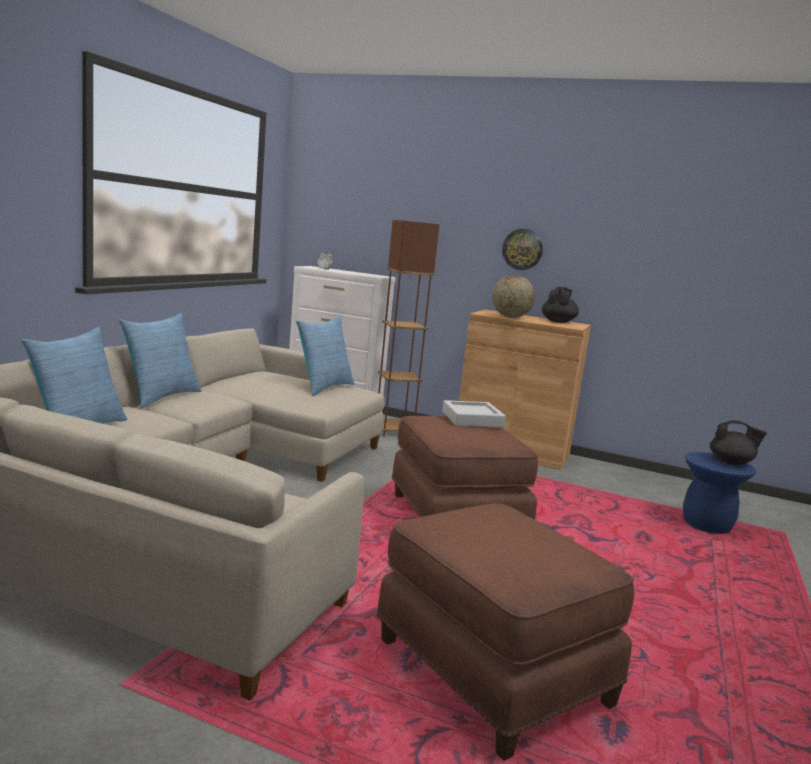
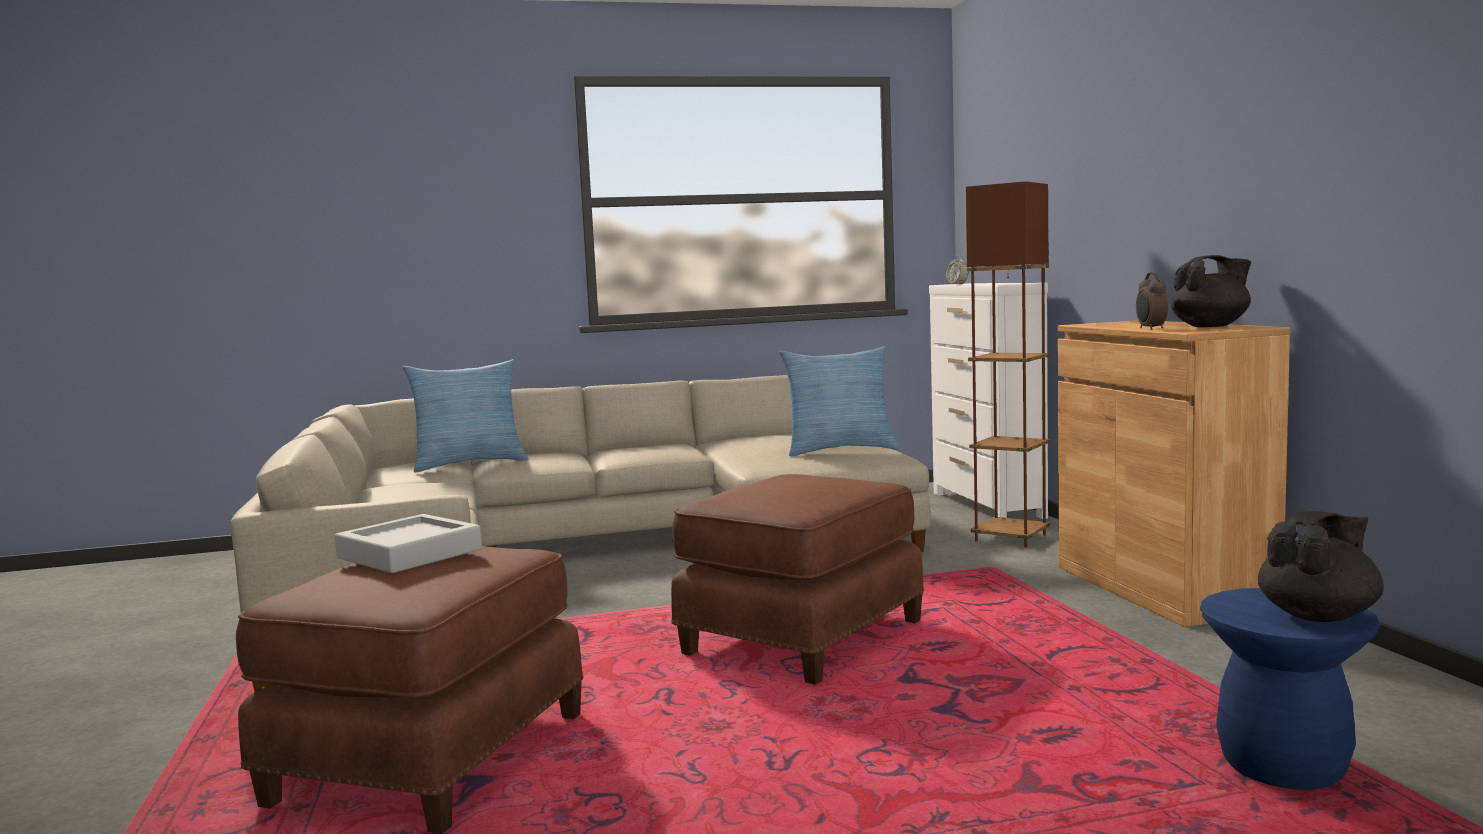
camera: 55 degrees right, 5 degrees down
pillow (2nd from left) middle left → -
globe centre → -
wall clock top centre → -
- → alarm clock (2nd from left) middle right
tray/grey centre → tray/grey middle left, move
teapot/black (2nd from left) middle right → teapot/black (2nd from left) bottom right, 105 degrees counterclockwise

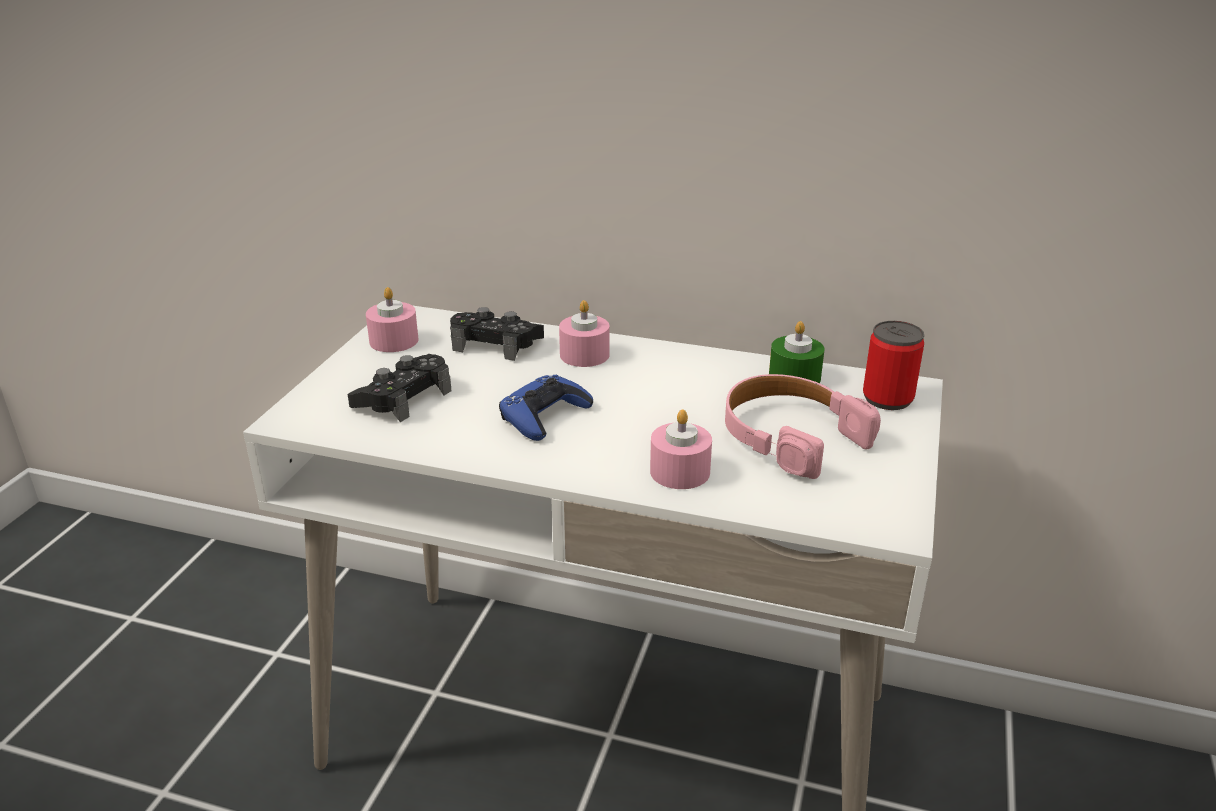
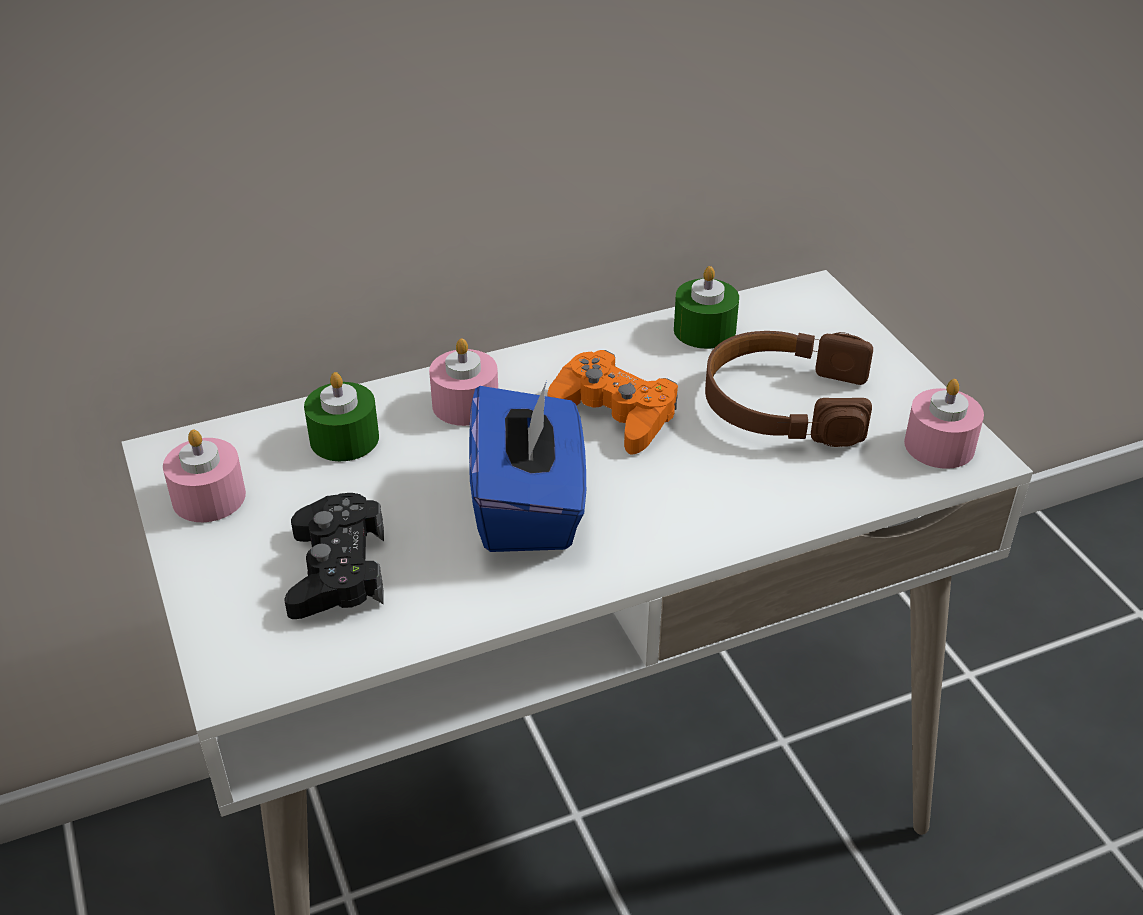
camera: 40 degrees left, 10 degrees up
can middle right → -
- → game controller/orange centre
candle/pink (3rd from left) centre → candle/pink (3rd from left) middle right, move
game controller/black (2nd from left) centre → candle/green (1st from left) middle left
game controller/blue centre → tissue box/blue centre
headphones/pink centre → headphones/brown middle right

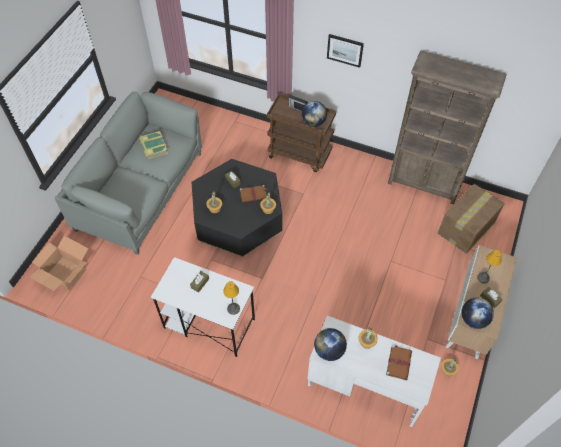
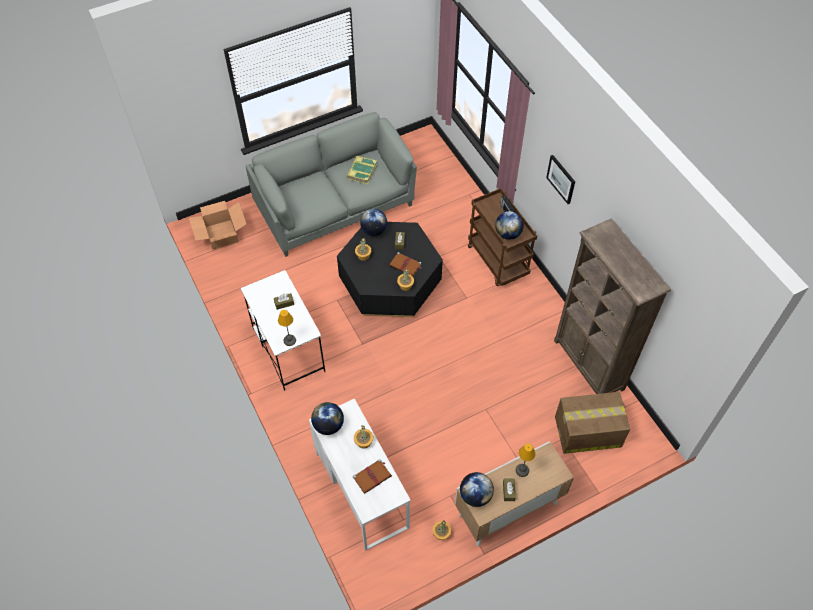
camera: 40 degrees right, 0 degrees up
- → globe (2nd from left) centre

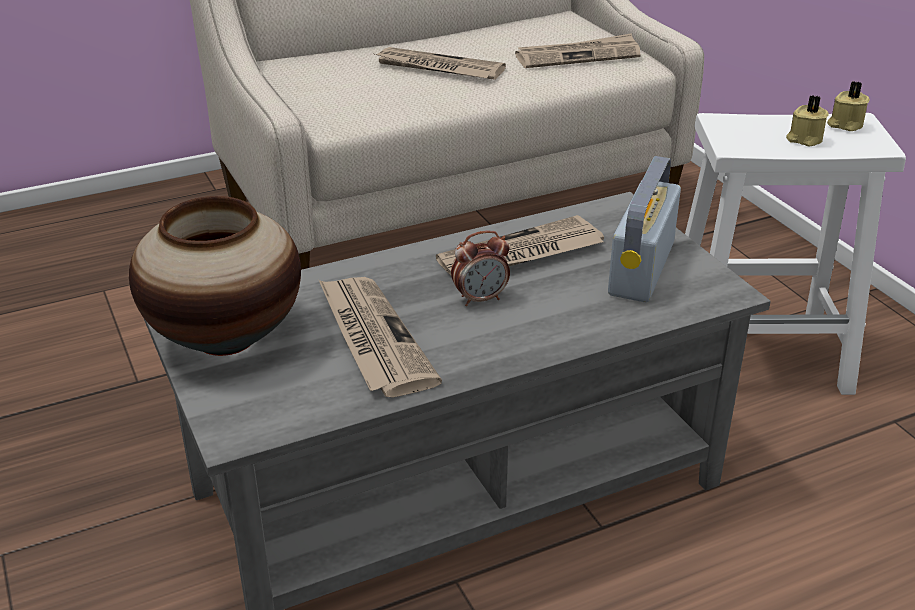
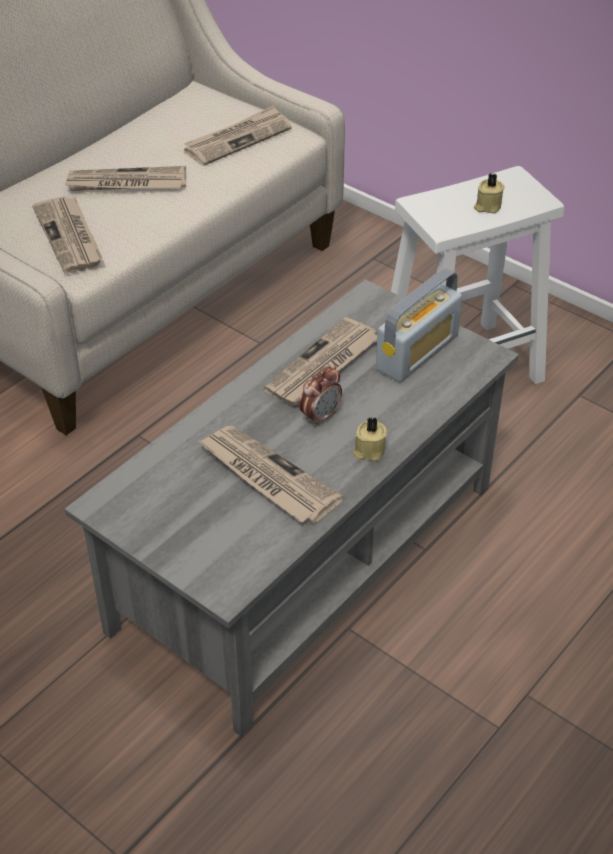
camera: 25 degrees left, 10 degrees up
vase middle left → -
- → newspaper (1st from left) top left
candle/beige (2nd from left in the first image) top right → candle/beige (1st from left) centre, move
radio middle right, 135 degrees counterclockwise

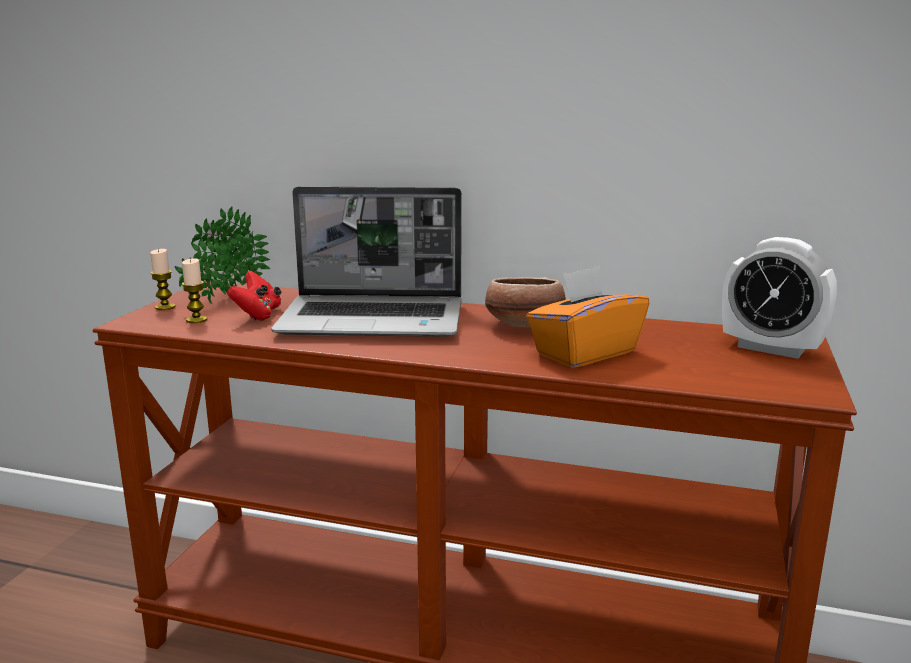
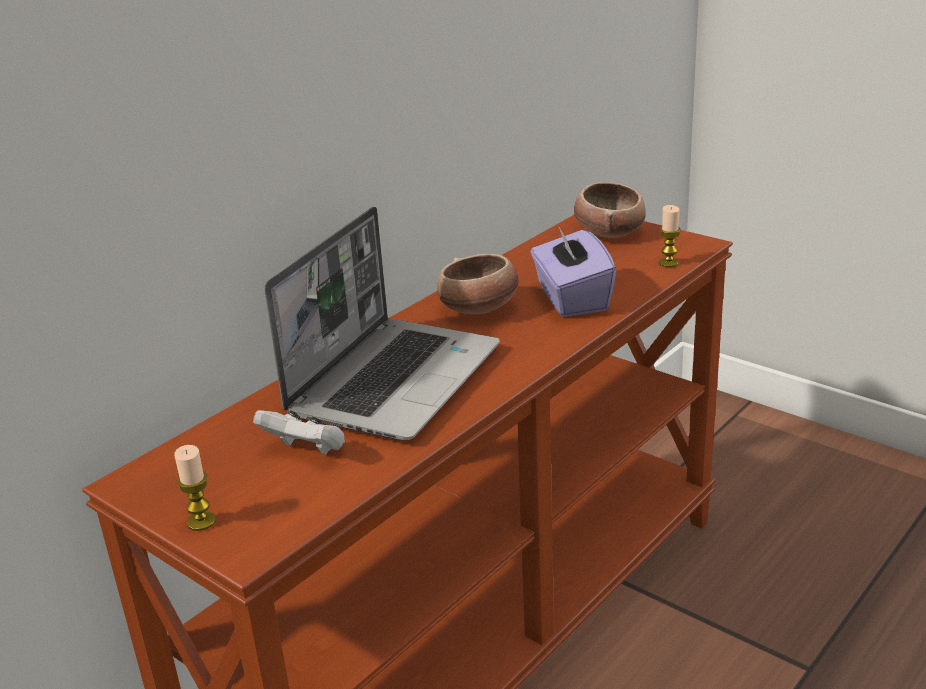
camera: 65 degrees left, 10 degrees up
potted plant middle left → -
candle (2nd from left) middle left → candle (2nd from left) middle right, move
alarm clock middle right → bowl (2nd from left) top centre
game controller/red middle left → game controller/white middle left
tissue box/orange centre → tissue box/purple centre

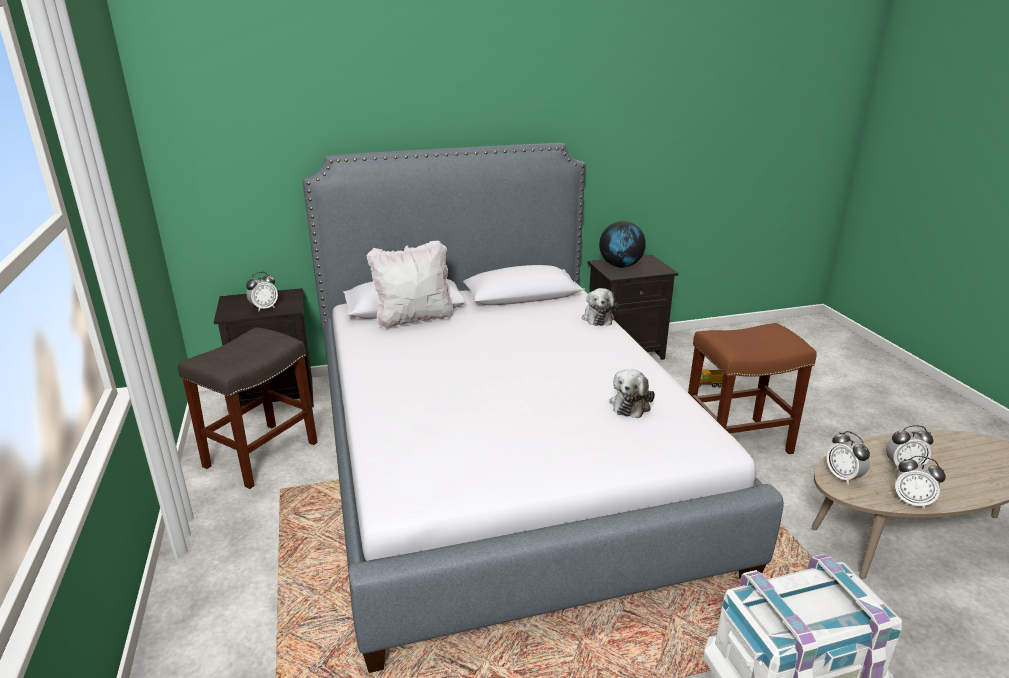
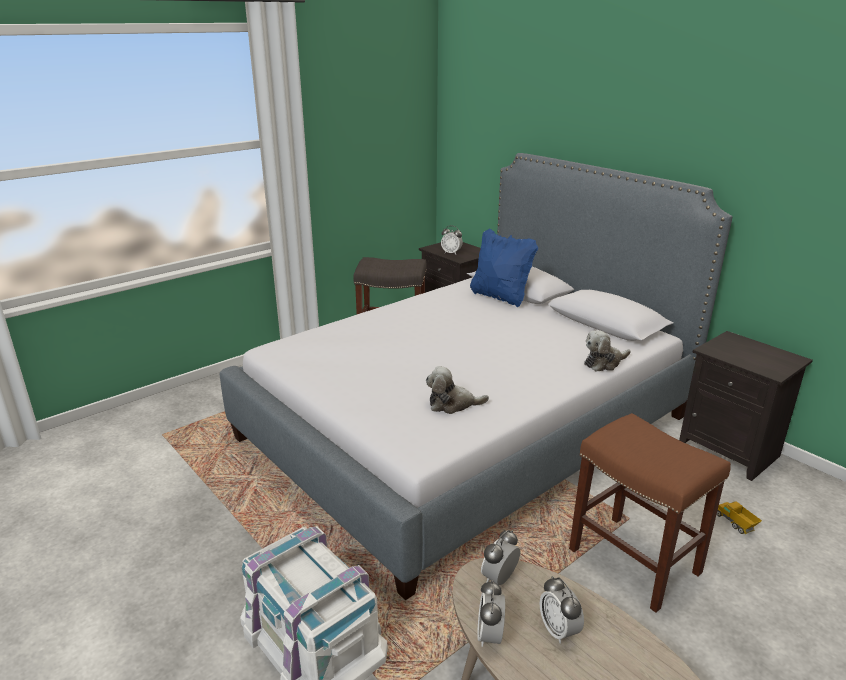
camera: 65 degrees right, 0 degrees up
globe centre → -
pillow/white centre → pillow/blue centre

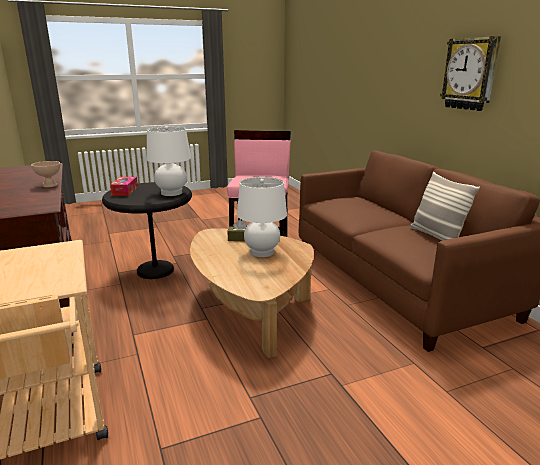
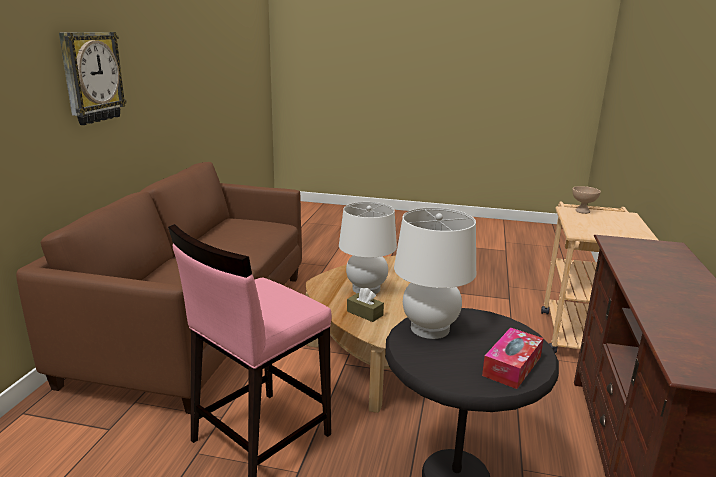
camera: 145 degrees left, 0 degrees up
pillow middle right → -
bowl/beige middle left → bowl/beige middle right, move

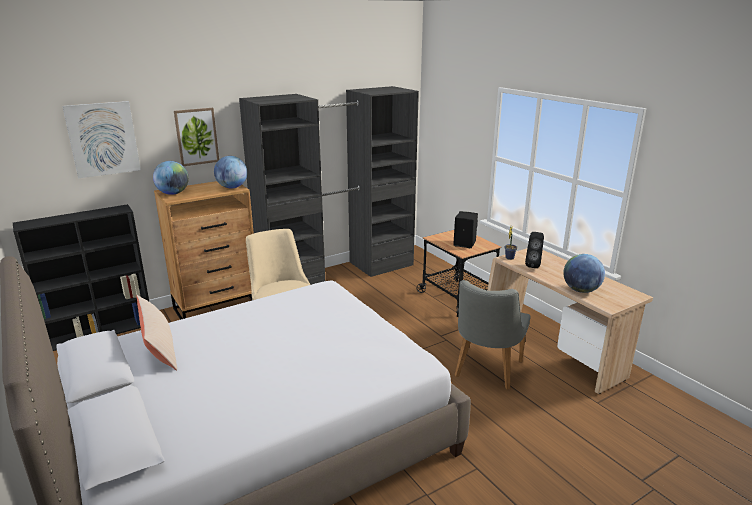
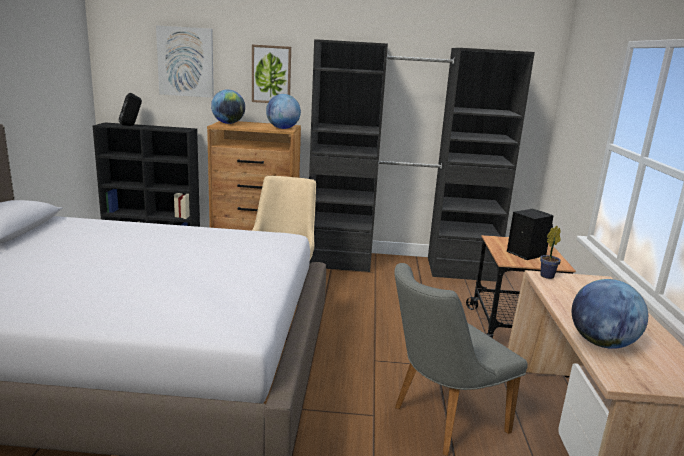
camera: 35 degrees right, 5 degrees down
pillow/beige middle left → -
speaker/black (2nd from left in the first image) middle right → speaker/black (1st from left) top left, move

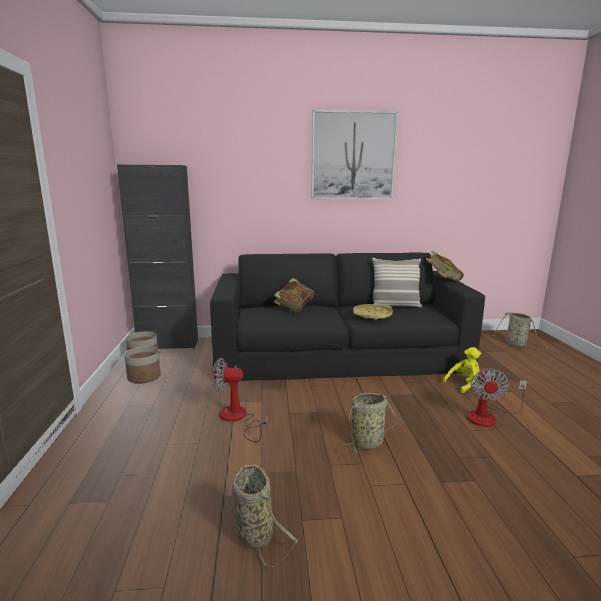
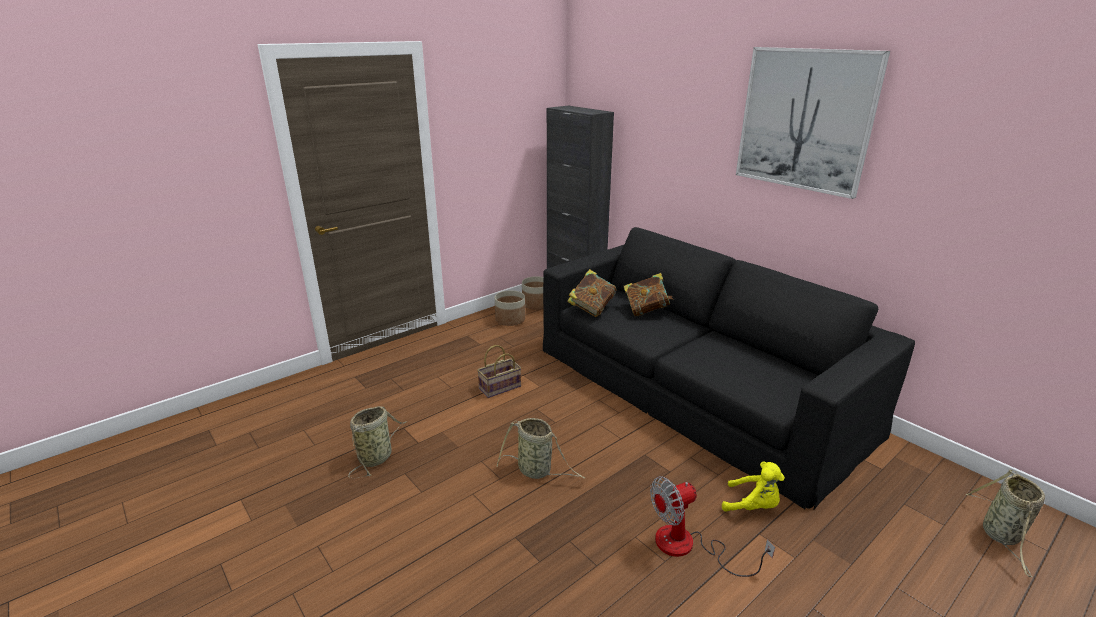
camera: 55 degrees right, 10 degrees up
tray/yellow centre → -
pillow centre → -
book (2nd from left in the first image) middle right → book (1st from left) centre, move
fan (1st from left) centre → basket (2nd from left) centre

